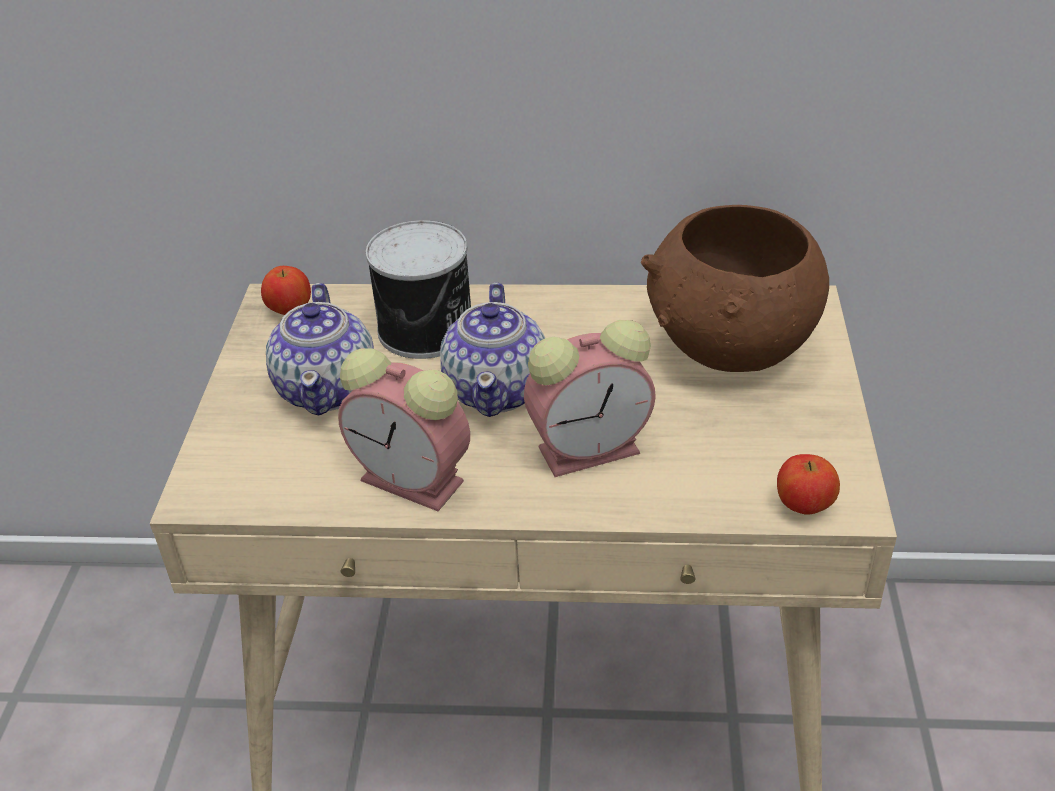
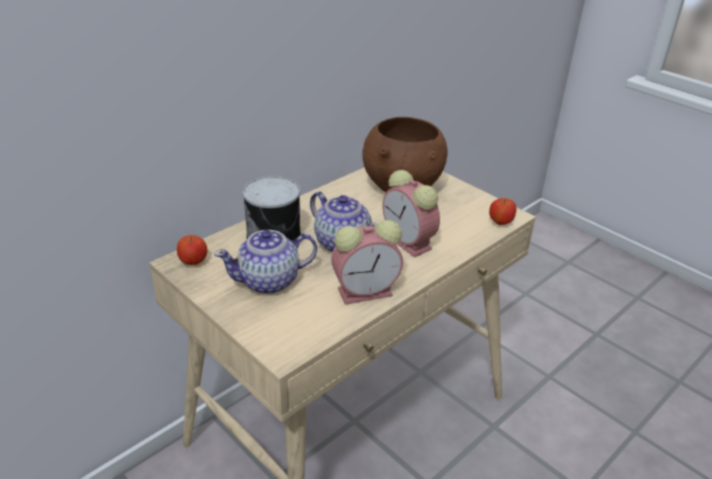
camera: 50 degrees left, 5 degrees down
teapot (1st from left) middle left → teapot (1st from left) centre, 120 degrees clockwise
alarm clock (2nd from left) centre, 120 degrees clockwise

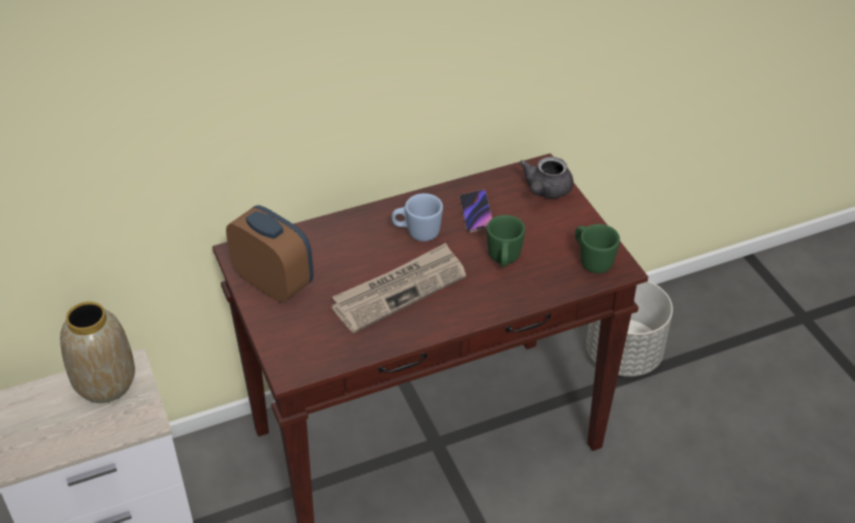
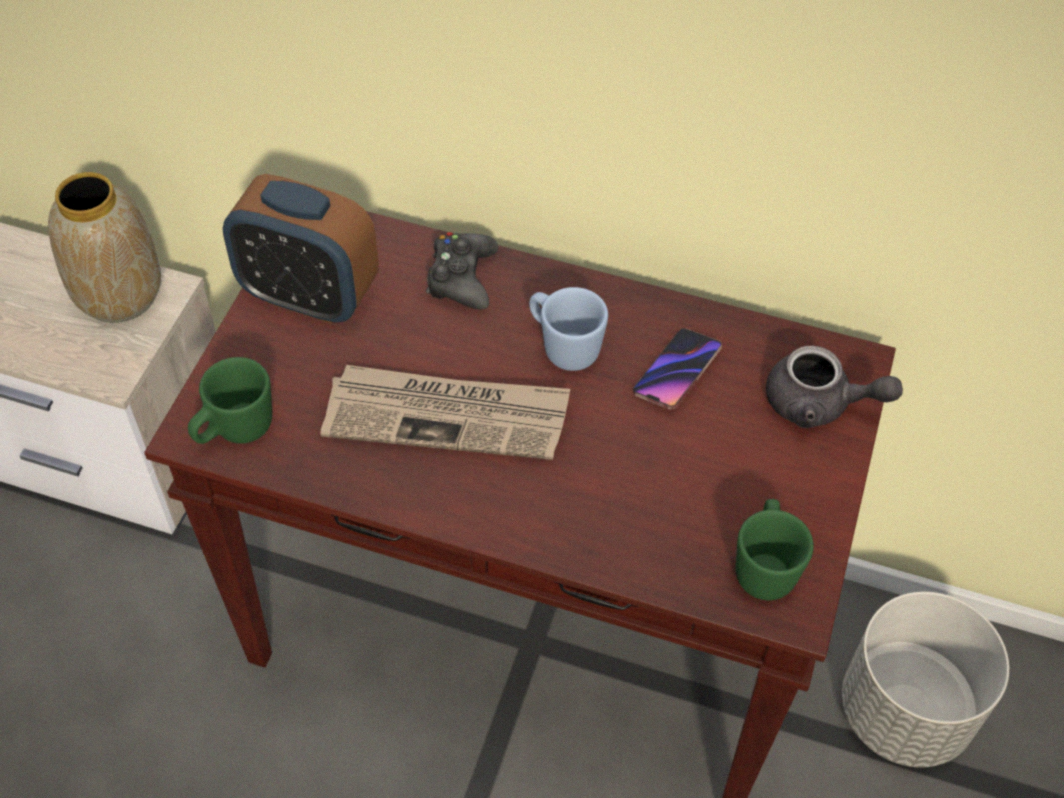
camera: 40 degrees right, 10 degrees up
- → game controller/black centre
mug/green (1st from left) centre → mug/green (1st from left) middle left, move
alarm clock middle left → alarm clock top left, 120 degrees clockwise
teapot/grey centre → teapot/grey middle right, 135 degrees counterclockwise

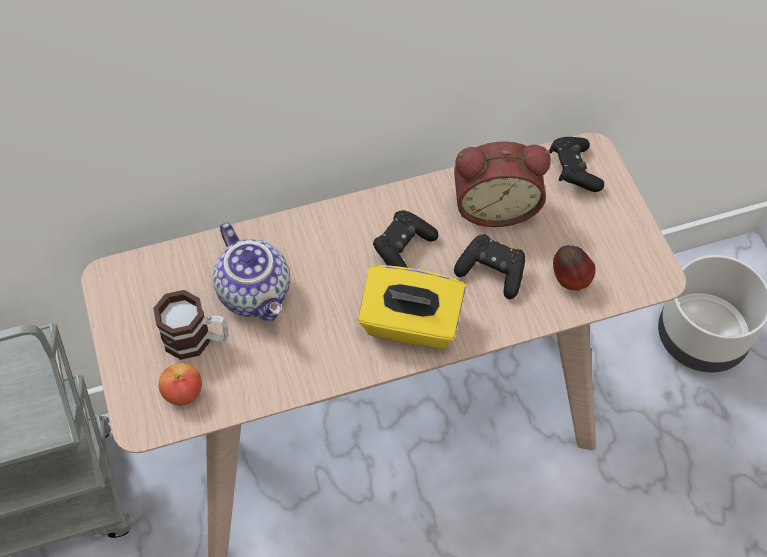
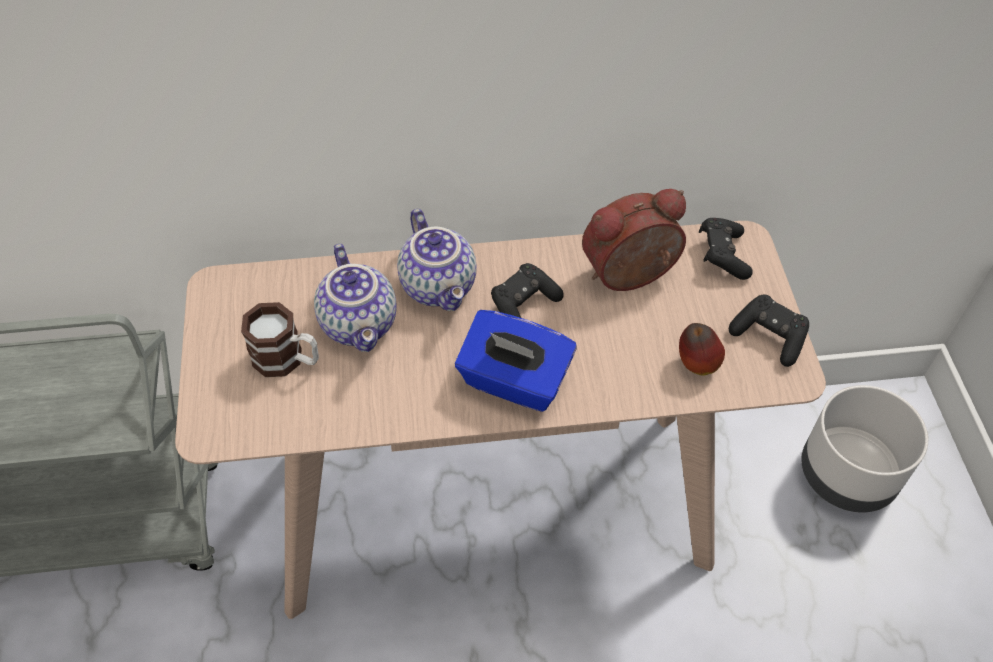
camera: 10 degrees right, 5 degrees down
apple (1st from left) bottom left → -
- → teapot (2nd from left) centre
game controller/black (2nd from left in the first image) centre → game controller/black (3rd from left) middle right, move
tissue box/yellow centre → tissue box/blue centre
alarm clock top centre → alarm clock centre, 150 degrees clockwise

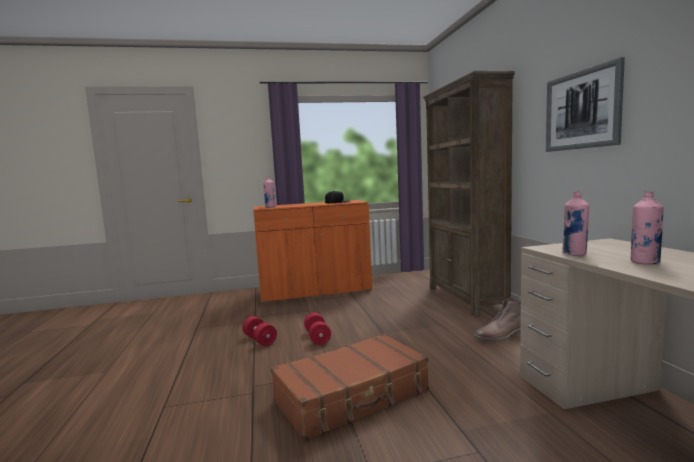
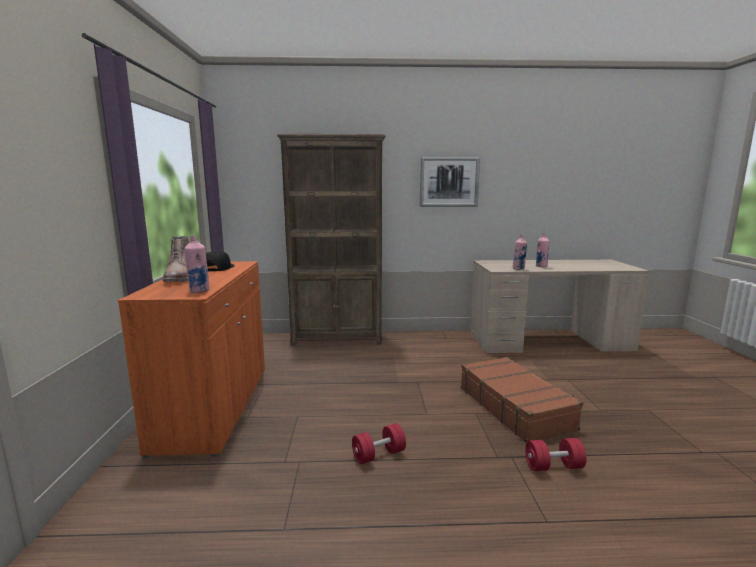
camera: 80 degrees left, 5 degrees up
dumbbell/red (2nd from left) bottom centre → dumbbell/red (2nd from left) bottom right, move
boot/brown bottom right → boot/brown middle left, move

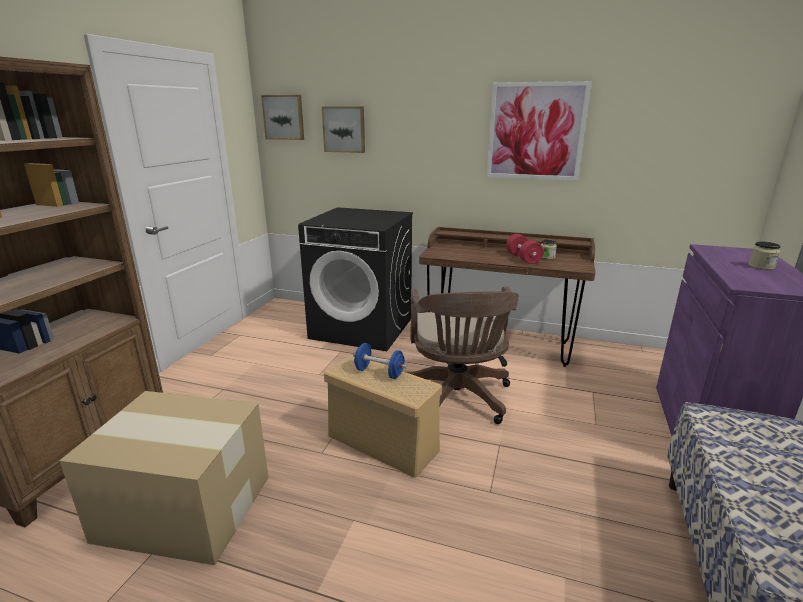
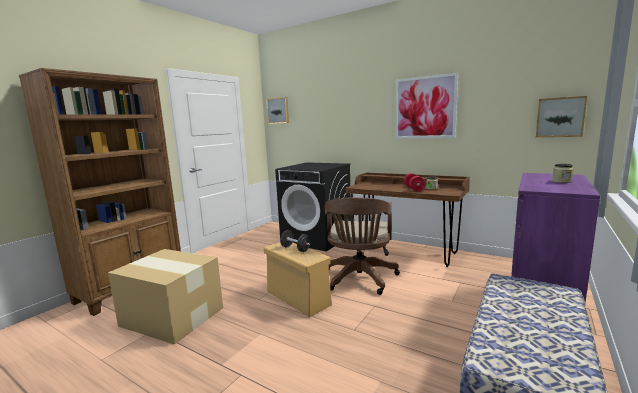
camera: 15 degrees right, 10 degrees down
picture (2nd from left in the first image) top centre → picture (3rd from left) top right, move
dumbbell/blue centre → dumbbell/black centre

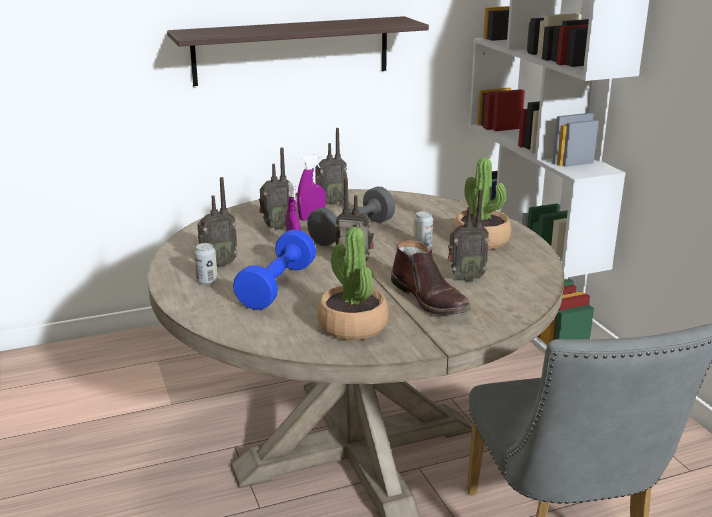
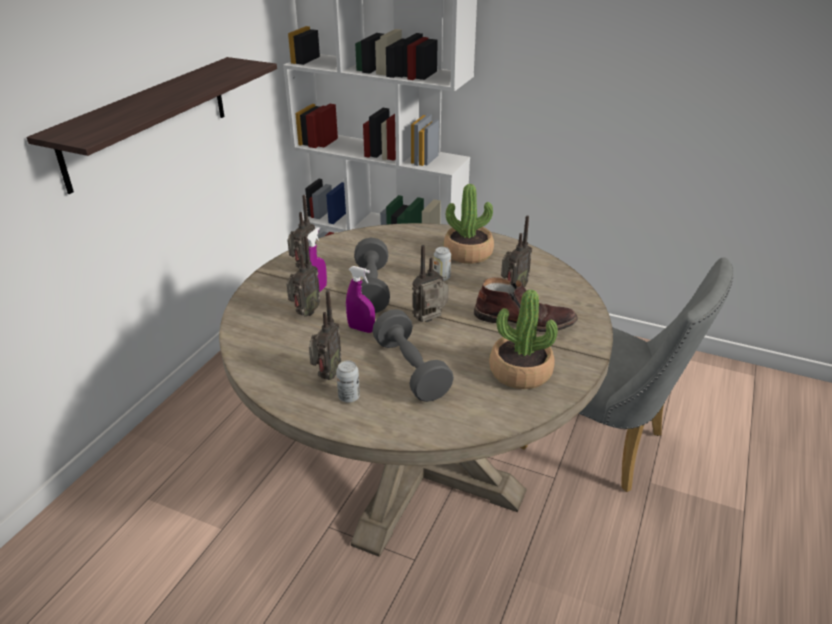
camera: 45 degrees left, 10 degrees up
dumbbell/blue centre → dumbbell/grey (2nd from left) centre

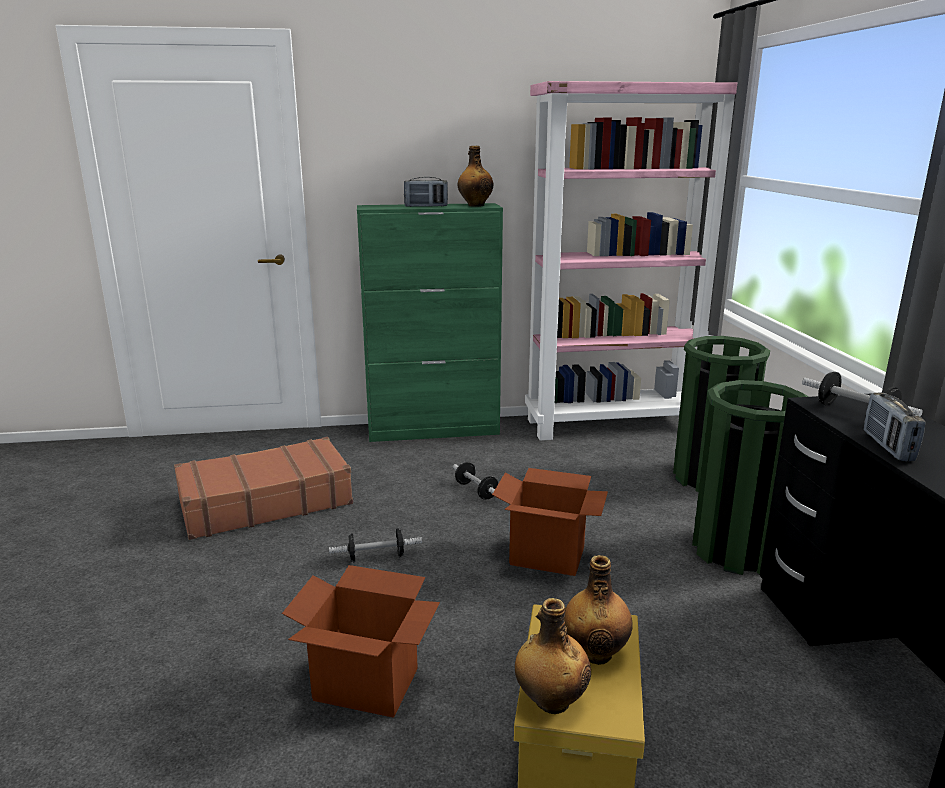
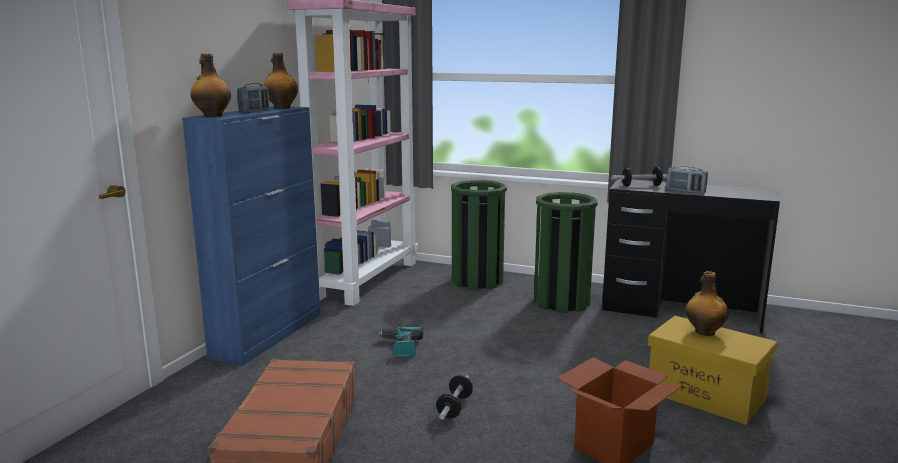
camera: 60 degrees left, 5 degrees down
cardboard box (2nd from left) centre → -
bottle (2nd from left in the first image) bottom centre → bottle (1st from left) top left, move
dumbbell (2nd from left) centre → power drill bottom centre
cabinet/green centre → cabinet/blue middle left

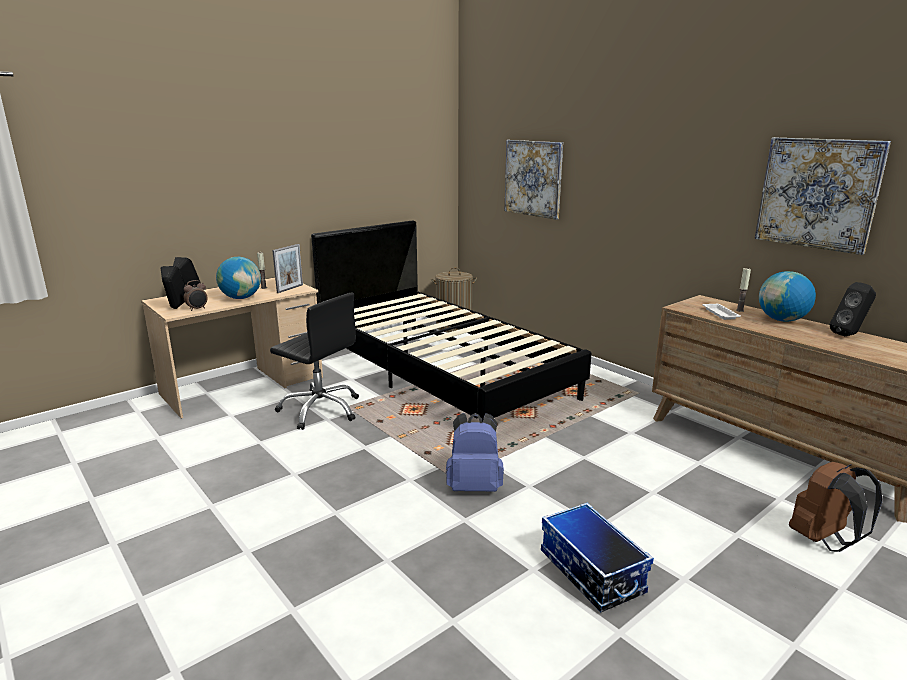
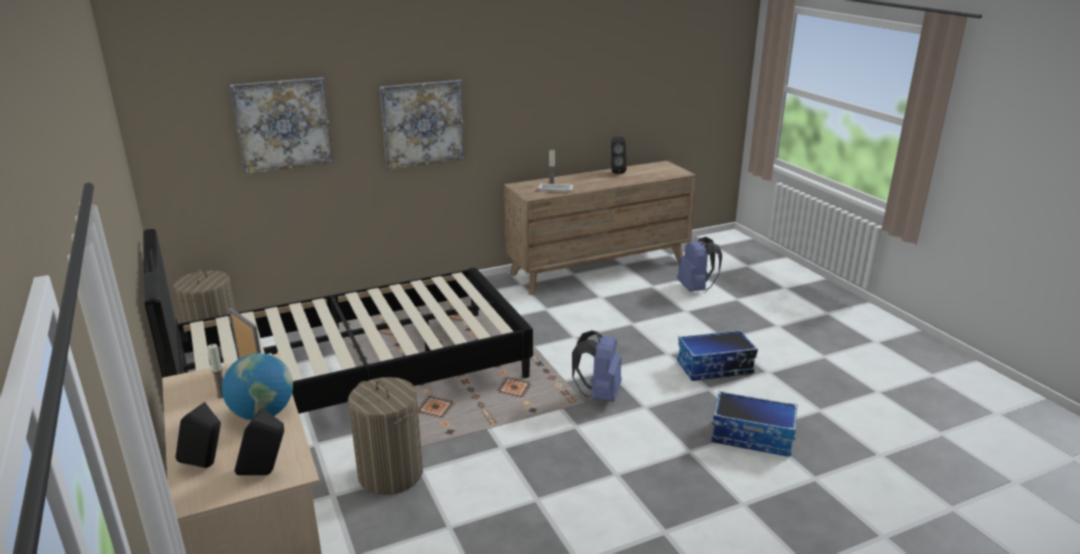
camera: 75 degrees left, 5 degrees up
alarm clock middle left → -
globe (2nd from left) middle right → -
- → storage box (2nd from left) bottom right
picture (2nd from left) top right → picture (2nd from left) top centre, move
office chair/black centre → laundry basket (2nd from left) bottom centre
backpack/brown bottom right → backpack/blue (2nd from left) centre

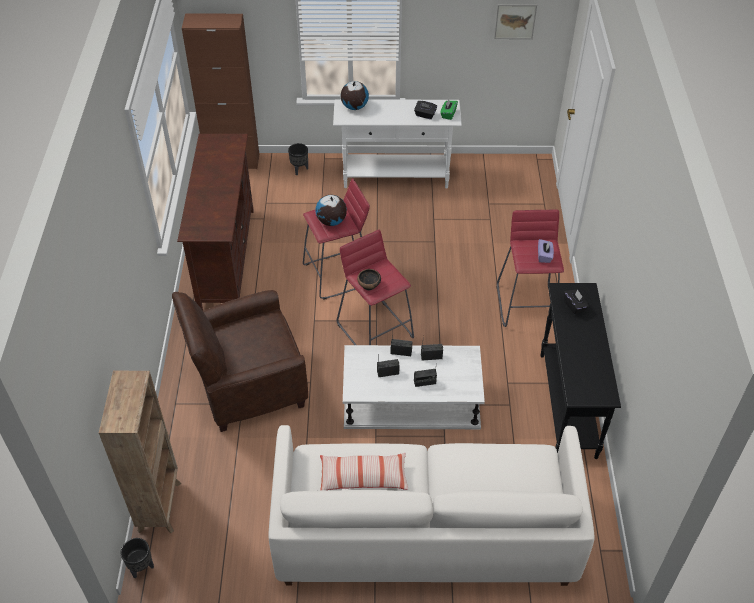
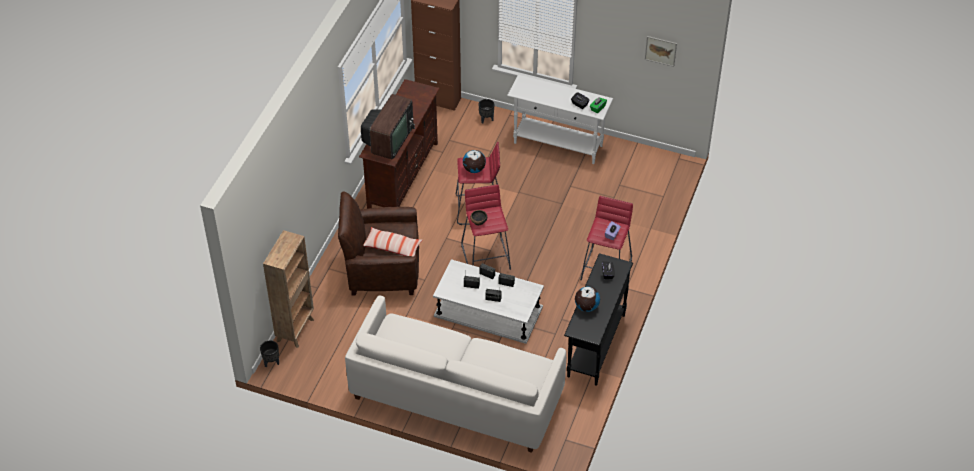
camera: 20 degrees right, 0 degrees up
- → television top centre
pillow bottom centre → pillow centre, move
globe (2nd from left) top centre → globe (2nd from left) centre, move

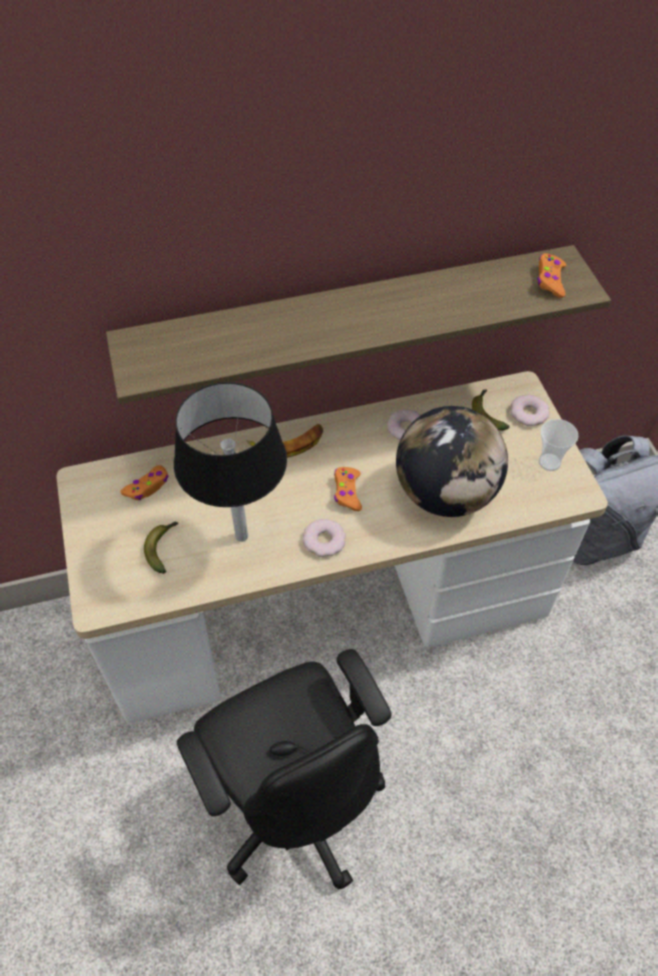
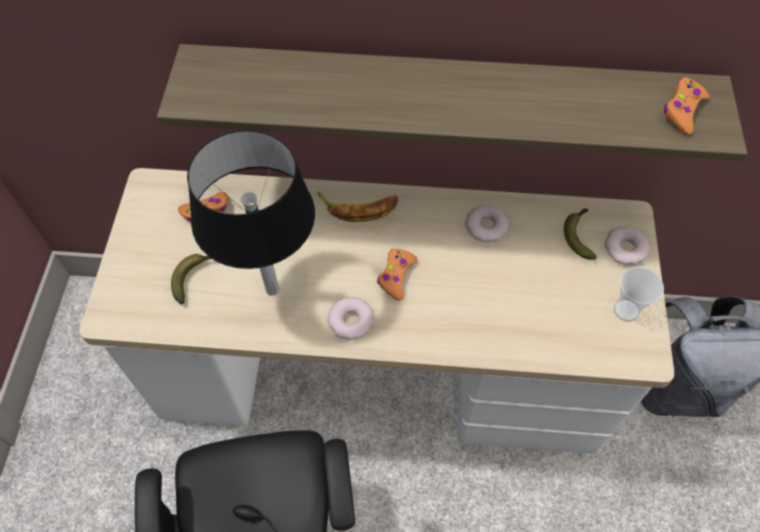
camera: 20 degrees right, 5 degrees up
globe middle right → -

